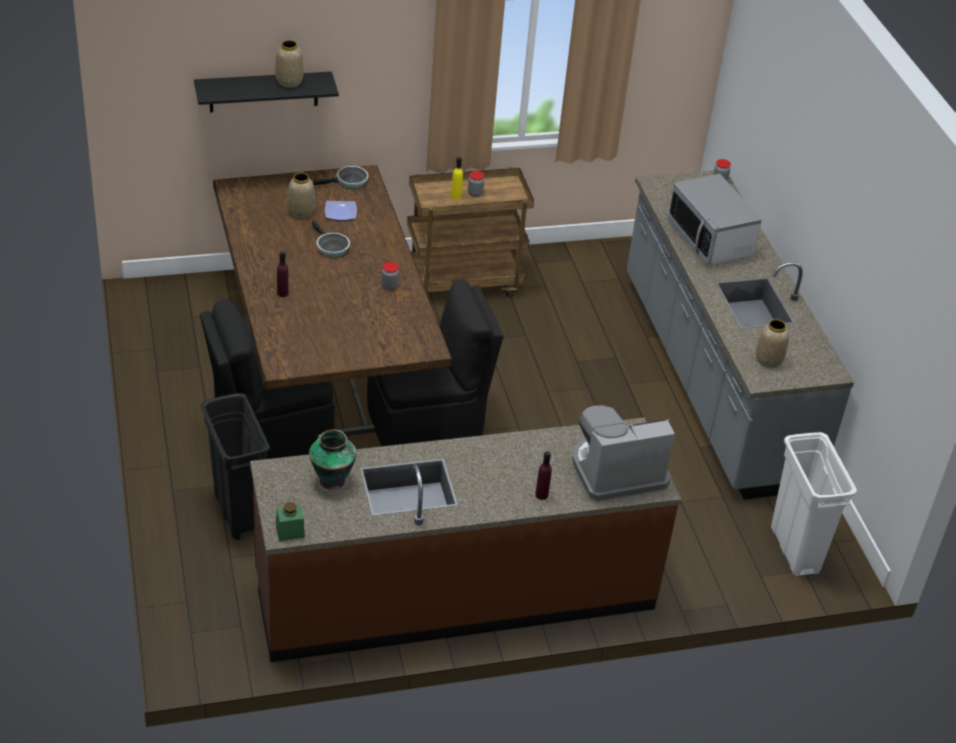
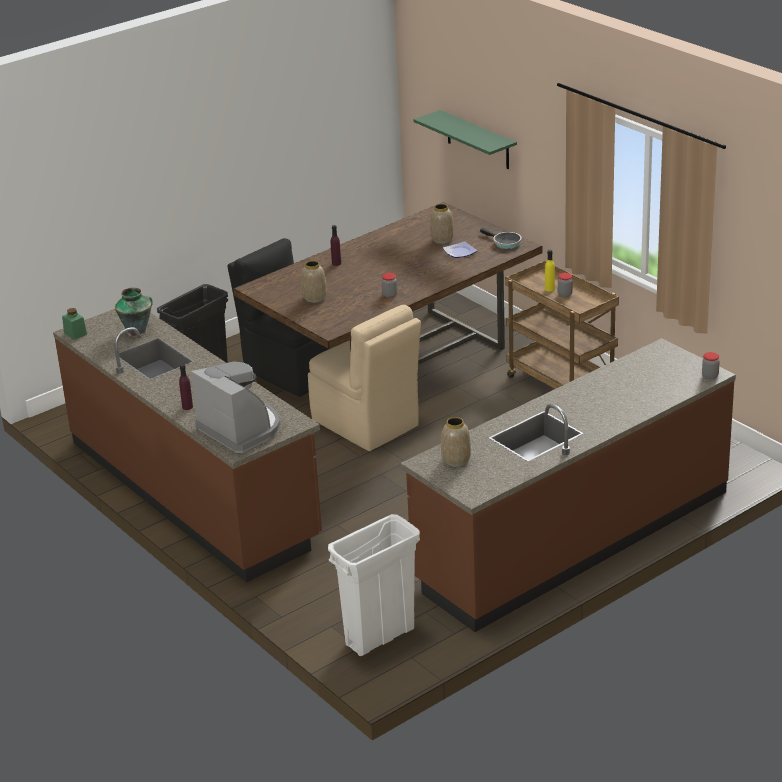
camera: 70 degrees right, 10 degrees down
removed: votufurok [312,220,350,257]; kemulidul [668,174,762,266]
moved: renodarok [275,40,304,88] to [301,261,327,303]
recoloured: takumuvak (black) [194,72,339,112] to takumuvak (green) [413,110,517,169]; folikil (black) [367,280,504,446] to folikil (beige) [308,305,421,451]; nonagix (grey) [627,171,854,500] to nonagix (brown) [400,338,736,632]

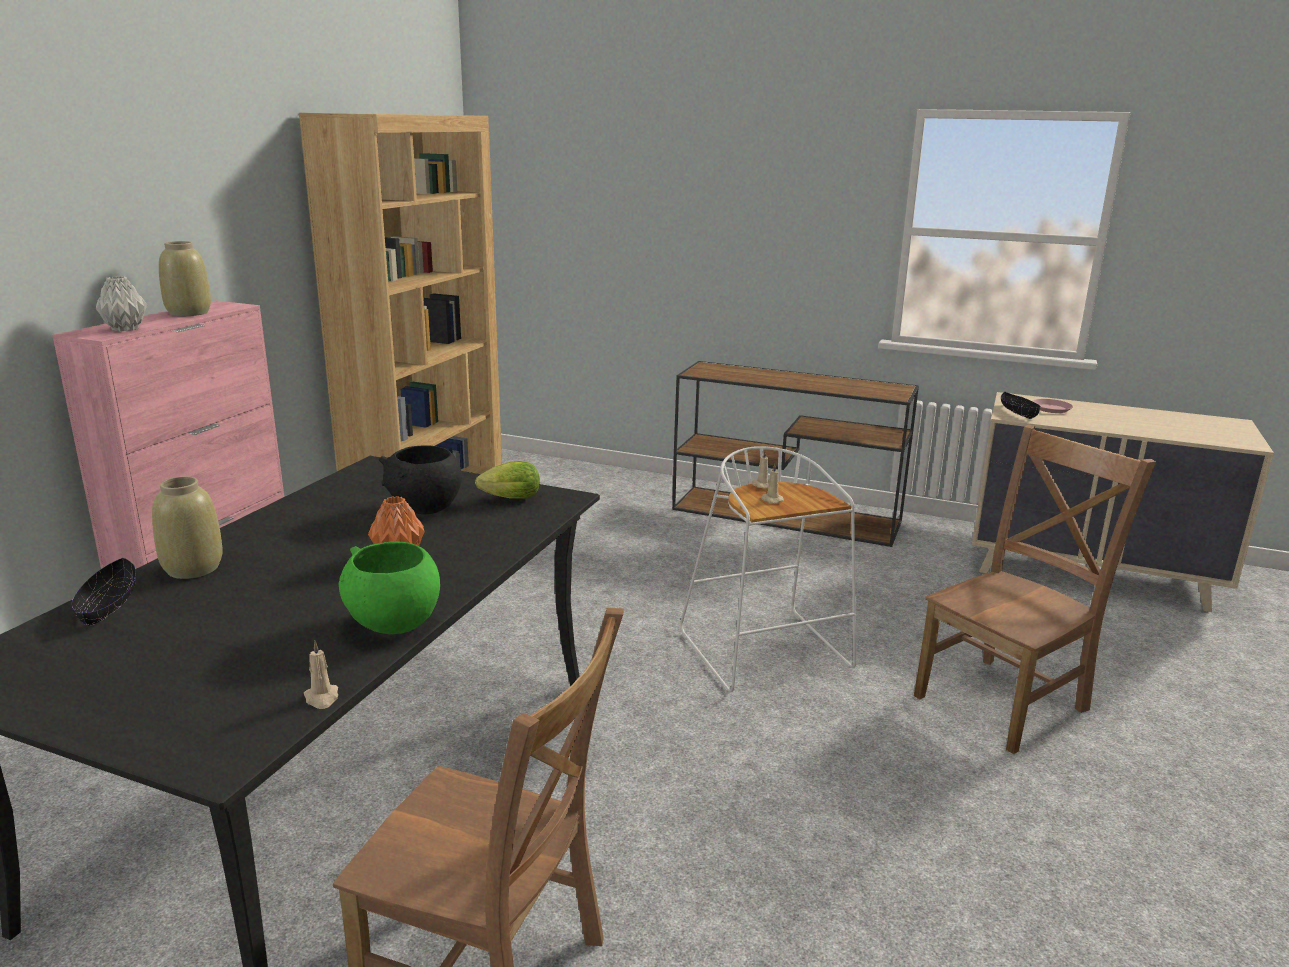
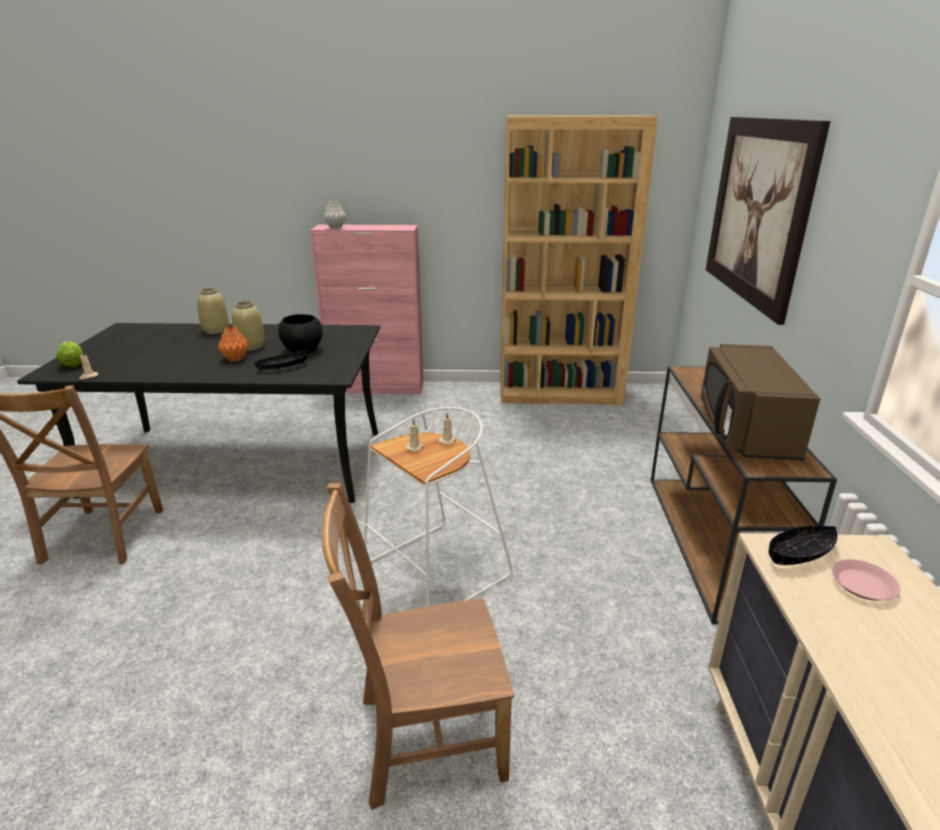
camera: 70 degrees right, 5 degrees up
removed: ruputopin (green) [339,541,440,634]
added: kemulidul (brown) [700,344,820,460]; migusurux [706,117,831,325]
moved: ruputopin (black) [72,558,136,626] to [254,350,309,370]; renodarok (beige) [159,241,211,316] to [232,301,265,351]; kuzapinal [475,461,540,499] to [56,341,82,367]
turned: folikil (brown) [914,425,1157,754] = [322,483,514,810] 135 degrees clockwise

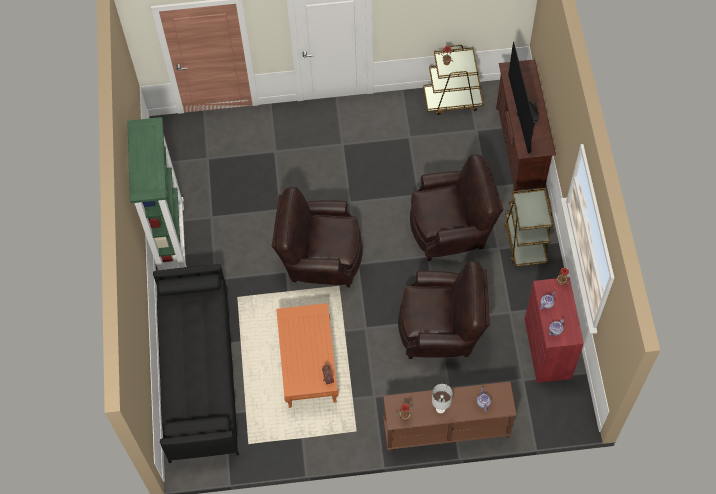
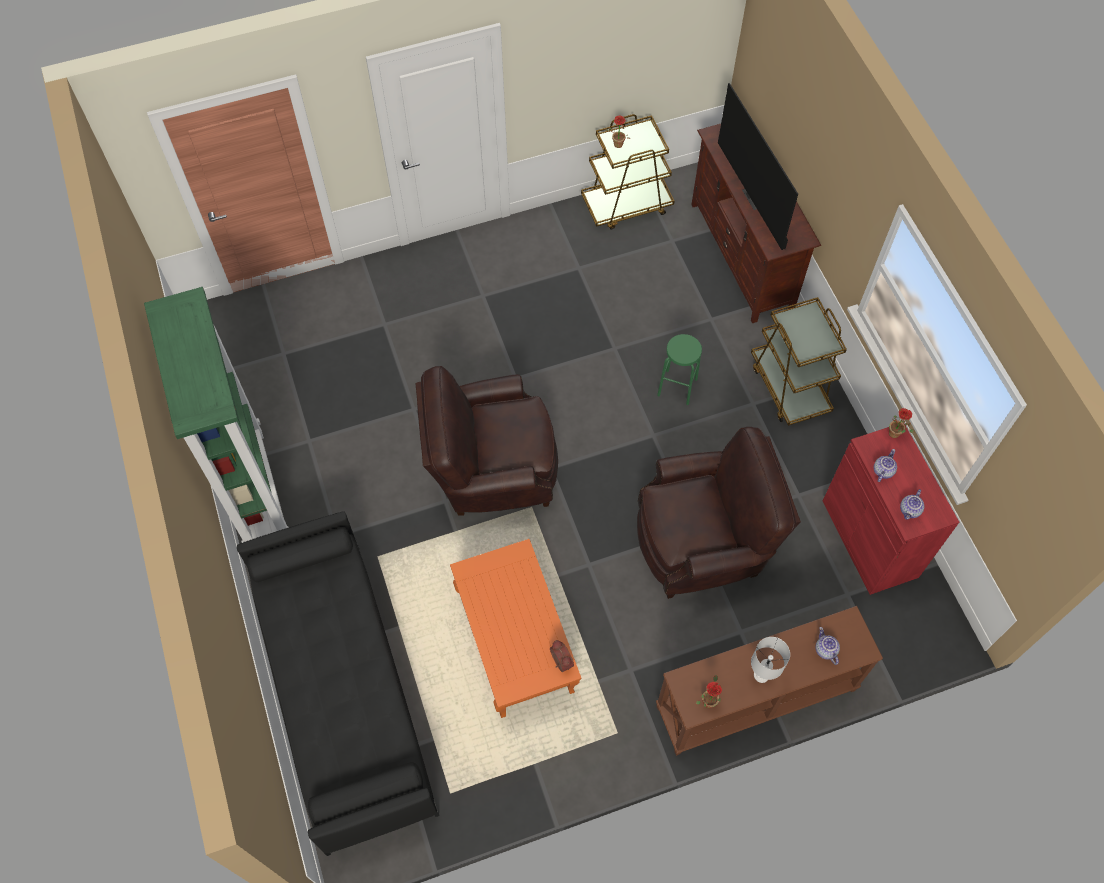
camera: 15 degrees left, 0 degrees up
replaced: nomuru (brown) [410,154,504,261] to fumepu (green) [657,334,702,405]

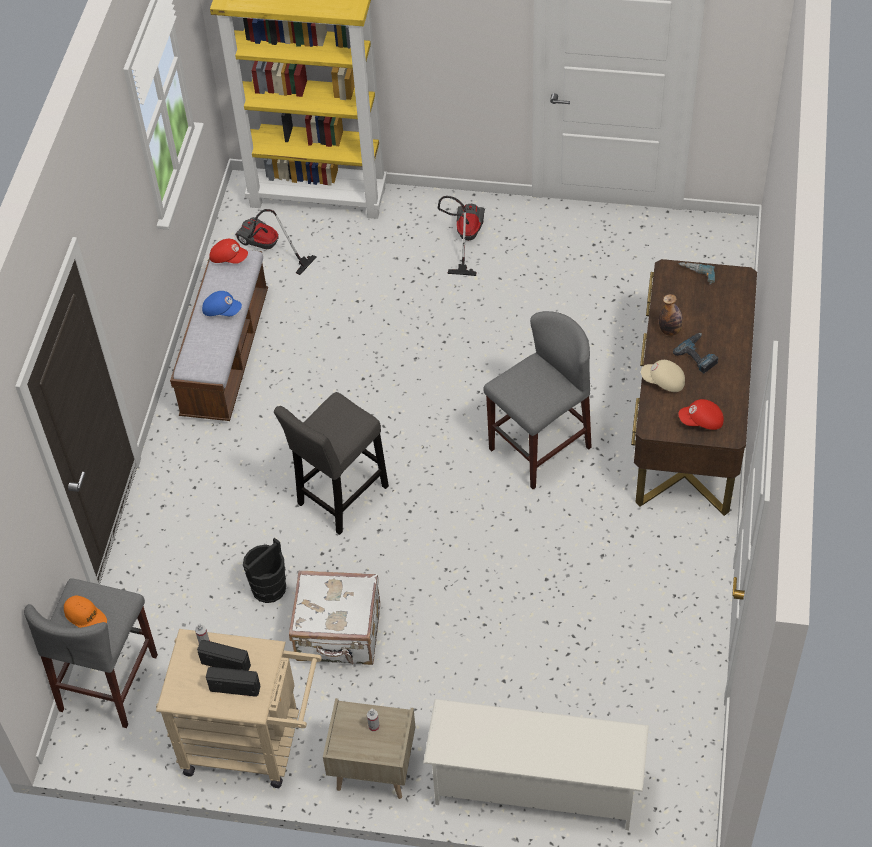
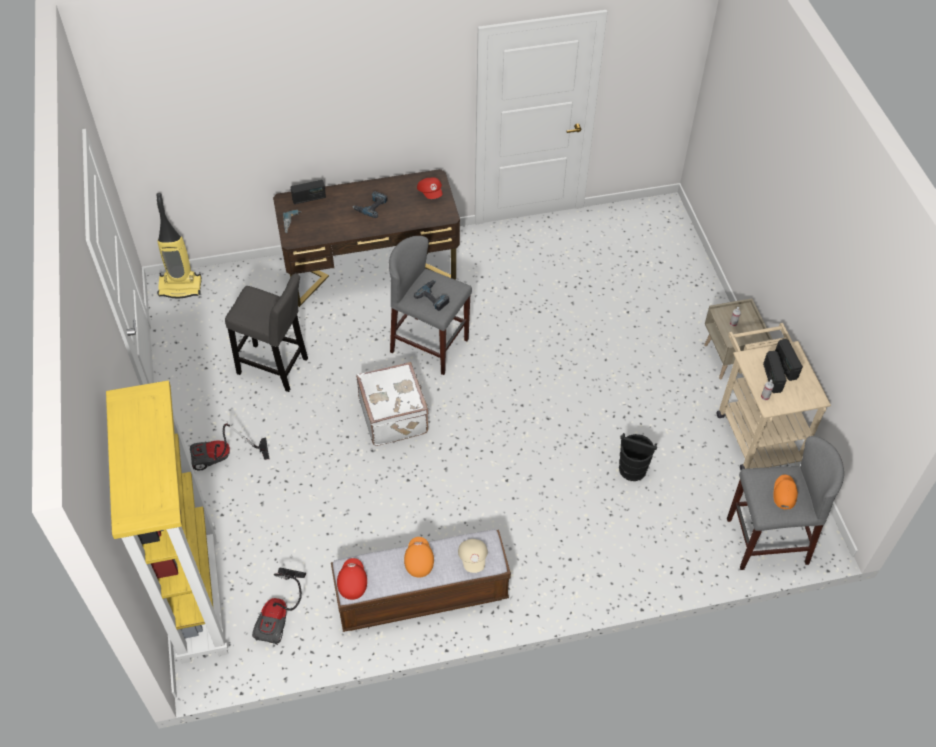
camera: 115 degrees left, 0 degrees up
removed: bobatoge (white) [423,699,649,830]; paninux [659,294,683,336]
added: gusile [156,193,202,299]; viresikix [291,180,326,204]; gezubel [414,280,450,311]
moved: fumepu (grey) [274,392,389,535] to [225,273,308,392]; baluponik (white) [289,571,380,665] to [356,362,428,446]; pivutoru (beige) [641,360,685,392] to [458,539,488,573]
recoloured: pivutoru (blue) [202,291,242,316] to pivutoru (orange) [404,537,434,578]

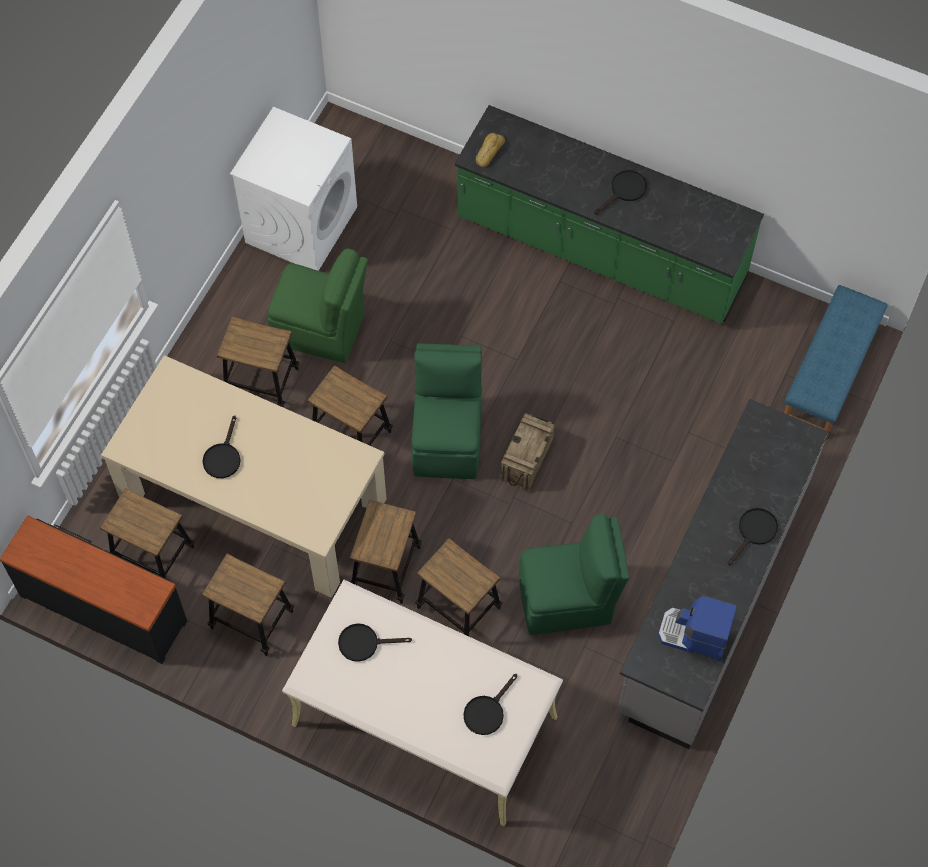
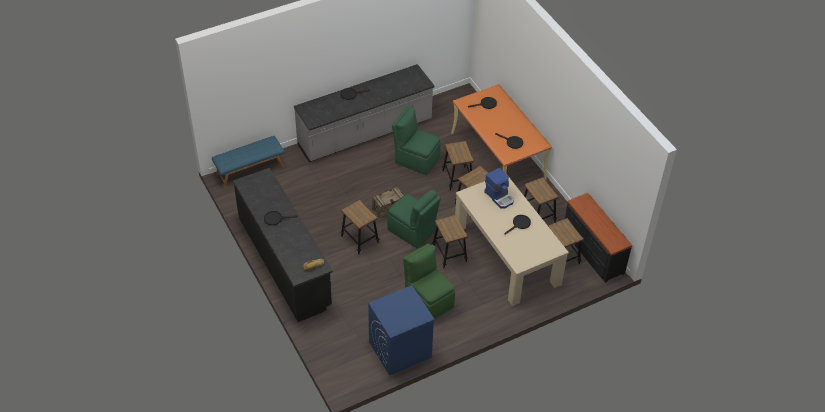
camera: 145 degrees left, 15 degrees down
moved: fumepu [217,316,299,407] to [340,200,380,255]; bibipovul [658,595,737,661] to [484,168,514,209]
recoloured: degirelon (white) [230,107,357,271] to degirelon (blue) [368,285,435,376]; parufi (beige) [282,580,563,826] to parufi (orange) [451,84,552,180]; nonagix (green) [455,105,764,324] to nonagix (black) [233,168,333,322]
turned: folikil (green) [412,343,482,479] = [387,190,441,249] 90 degrees counterclockwise

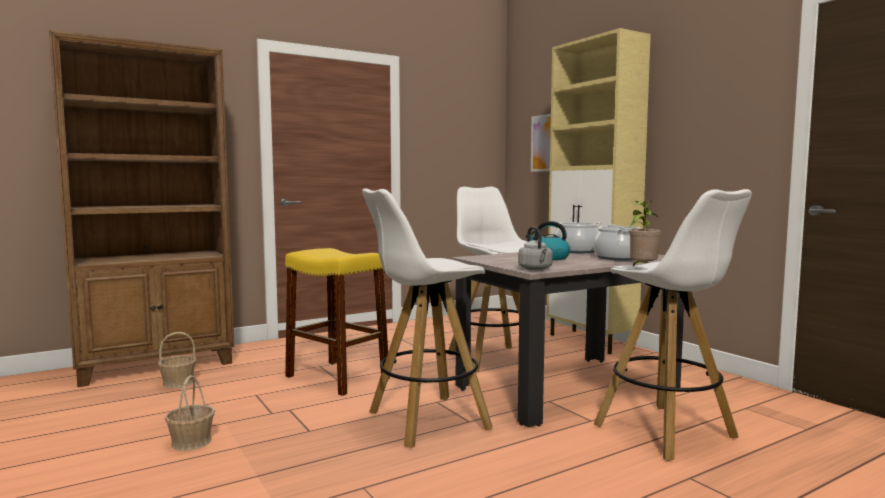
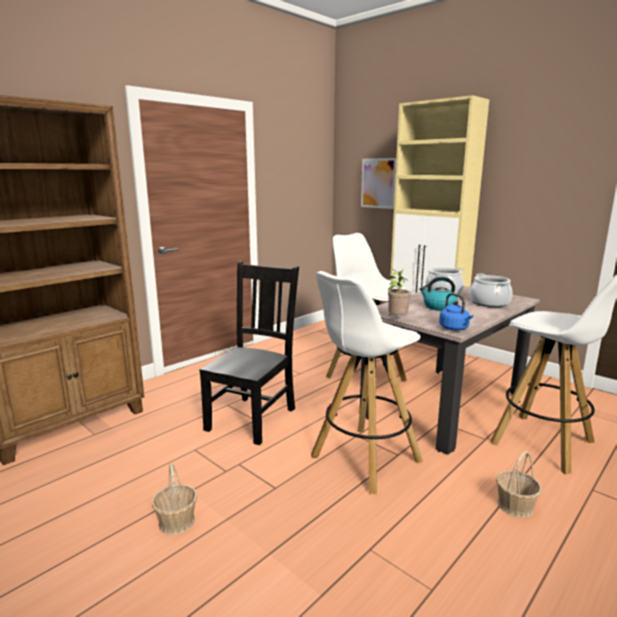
camera: 15 degrees left, 10 degrees up
moved: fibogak [158,332,197,388] to [496,451,542,518]; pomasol [628,200,661,266] to [388,268,411,316]
replaced: fumepu (yellow) [285,248,390,396] to folikil (black) [199,261,299,445]
recoloured: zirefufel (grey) [518,227,553,270] to zirefufel (blue) [439,293,473,330]

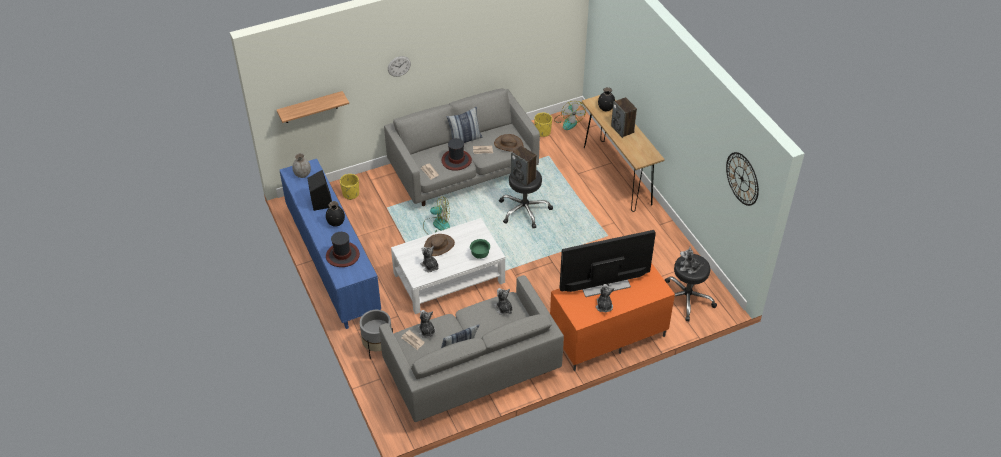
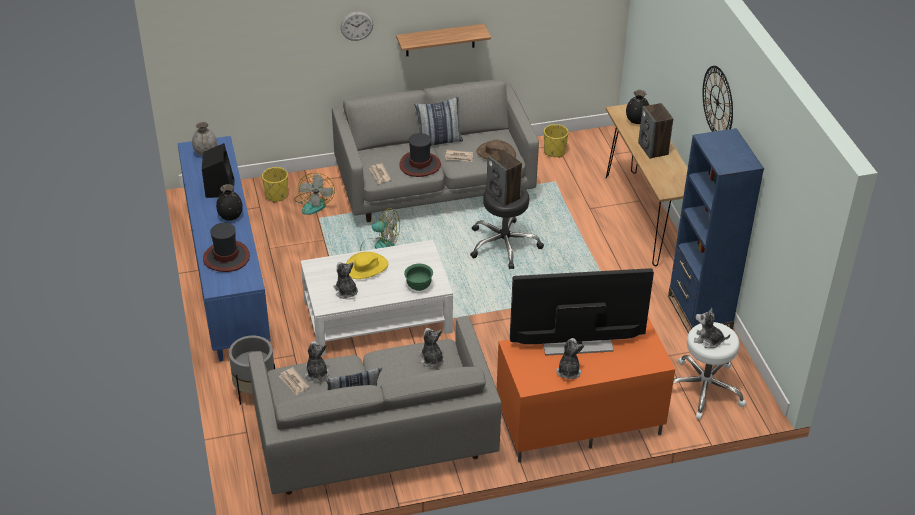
camera: 10 degrees right, 5 degrees down
added: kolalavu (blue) [668,128,764,334]
moved: takumuvak [277,91,349,123] to [396,24,491,56]; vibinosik [554,101,586,130] to [294,173,335,215]; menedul [726,152,759,206] to [702,66,733,132]
recoloured: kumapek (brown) [424,234,455,256] to kumapek (yellow) [346,252,388,279]; fumepu (black) [665,254,717,321] to fumepu (white) [673,322,747,420]

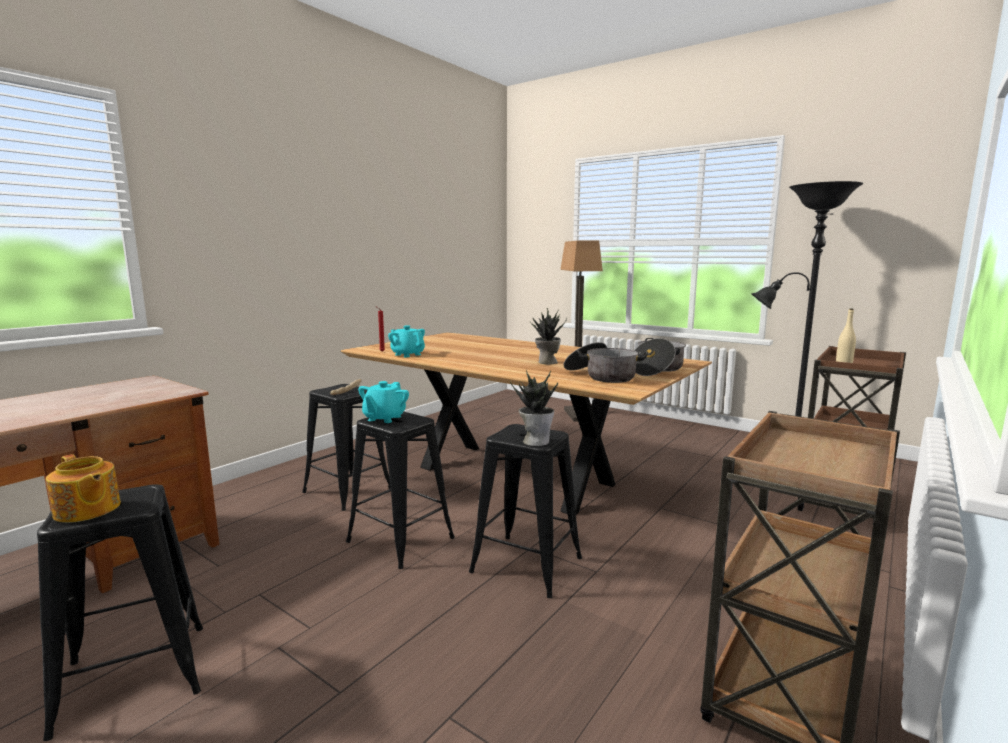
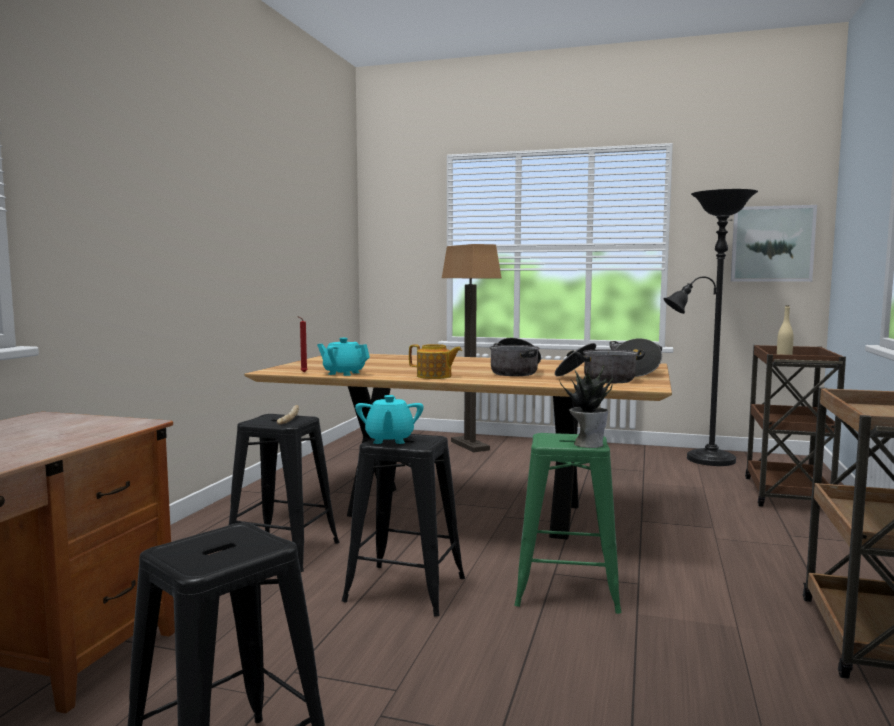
camera: 20 degrees left, 5 degrees down
added: migusurux [731,205,817,282]
moved: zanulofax [46,454,121,523] to [409,344,462,379]
replaced: pomasol [530,308,567,364] to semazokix [490,338,541,376]
recoloured: fumepu (black) [469,424,582,598] to fumepu (green) [514,433,622,614]

